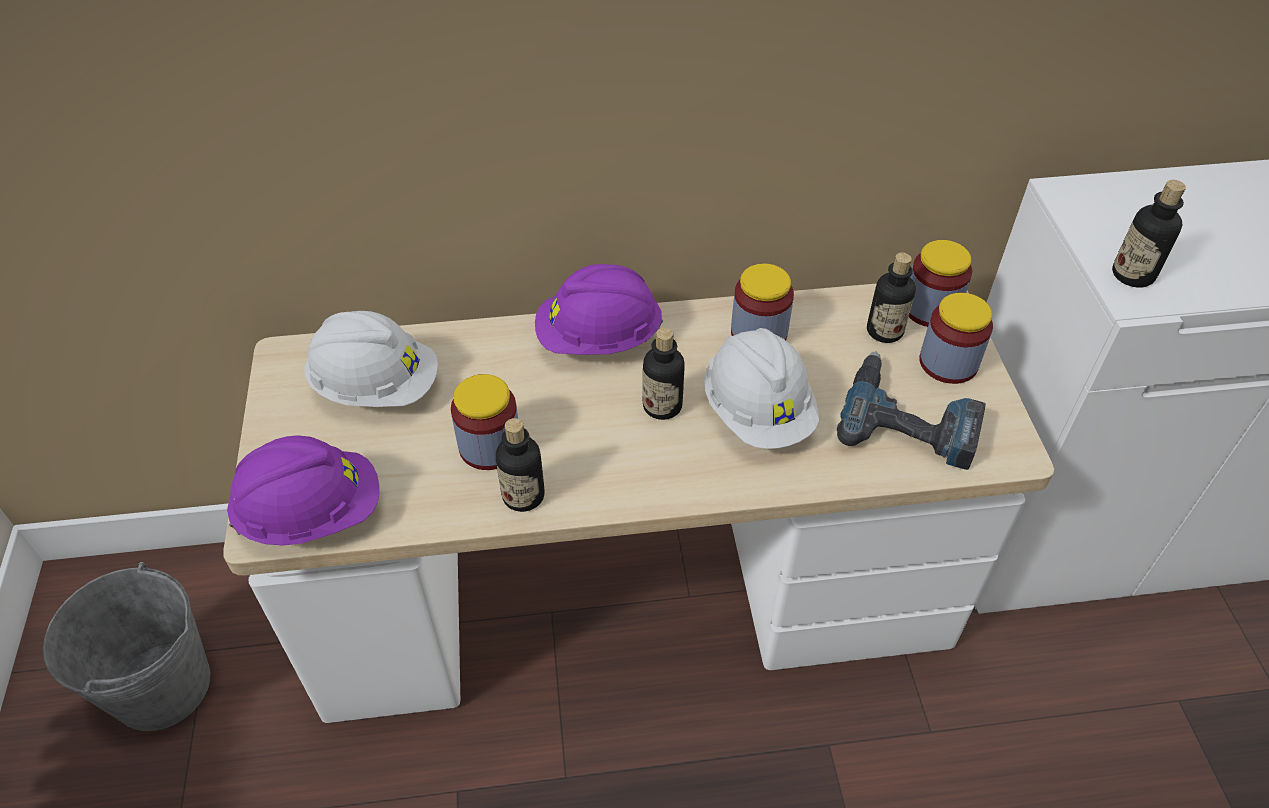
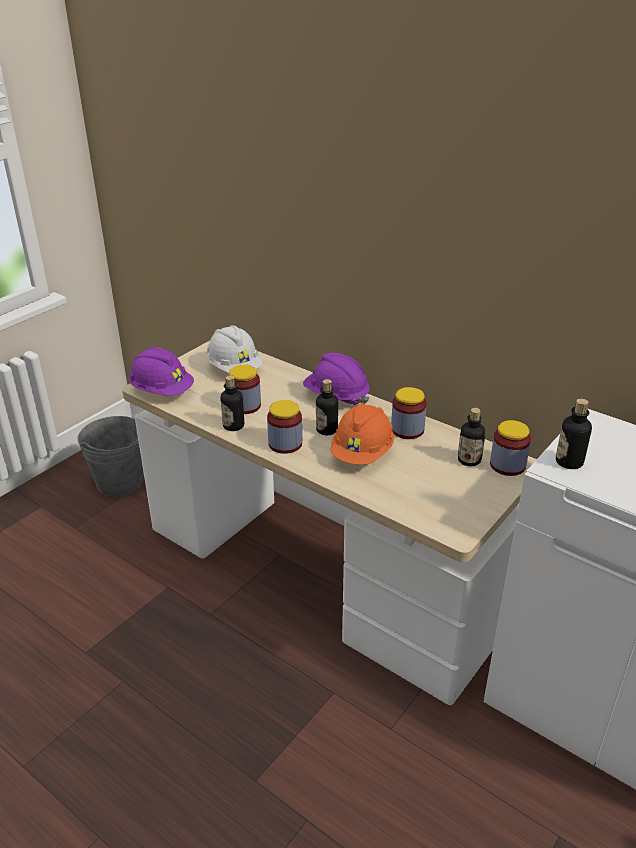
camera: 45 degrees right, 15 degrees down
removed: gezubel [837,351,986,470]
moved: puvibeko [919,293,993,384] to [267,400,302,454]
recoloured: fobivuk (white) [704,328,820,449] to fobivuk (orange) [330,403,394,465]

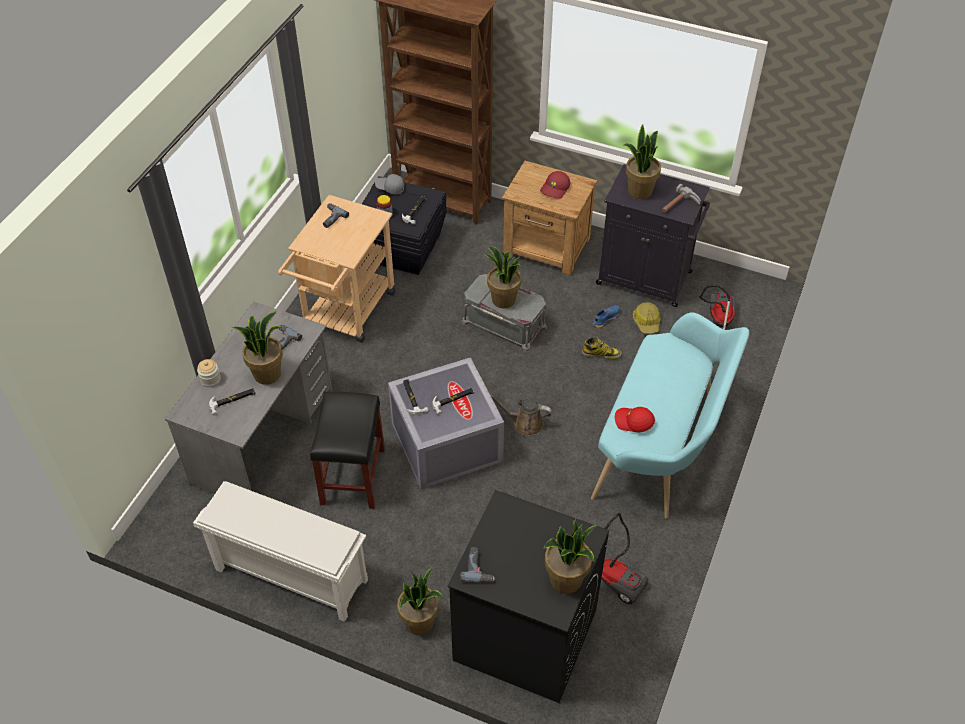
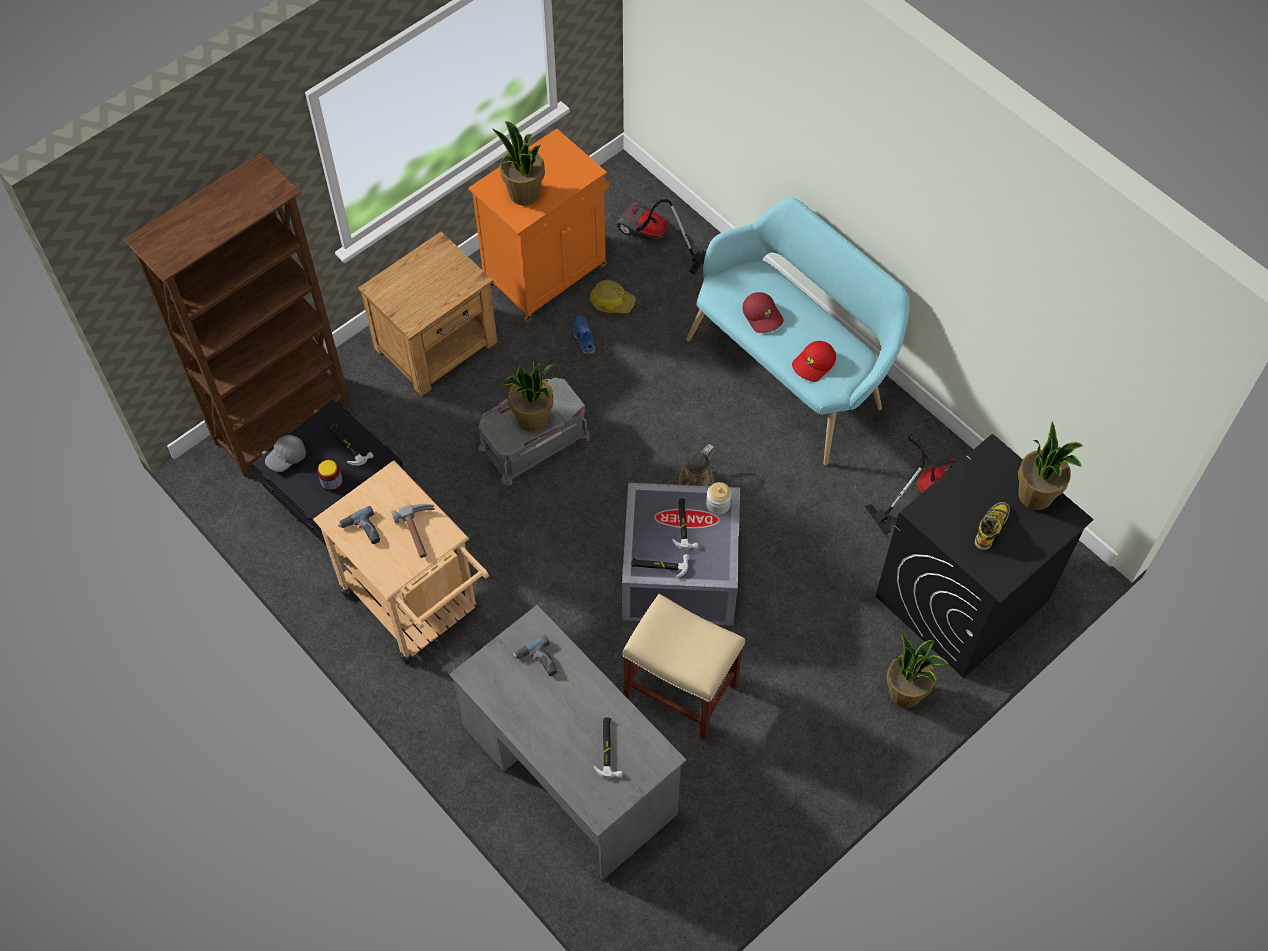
camera: 65 degrees left, 10 degrees up
removed: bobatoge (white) [193,481,368,622]; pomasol [232,311,283,385]; gezubel [460,547,495,583]
moved: puvibeko [197,359,221,387] to [706,482,732,515]; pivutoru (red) [540,171,570,199] to [742,292,784,333]; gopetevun [582,336,622,359] to [975,502,1010,550]; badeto [662,184,701,213] to [391,504,435,558]
recoloured: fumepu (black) [310,392,385,509] to fumepu (beige) [623,594,745,740]; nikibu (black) [596,164,710,307] to nikibu (orange) [468,128,610,322]

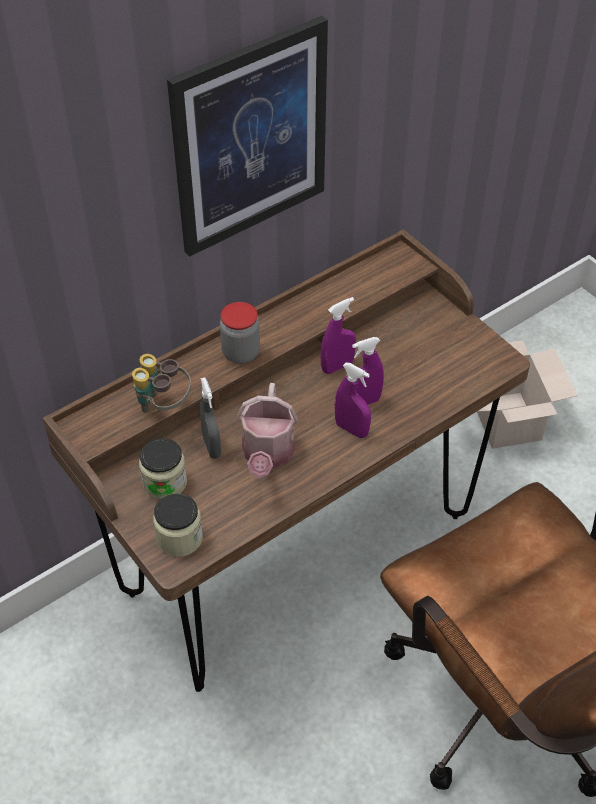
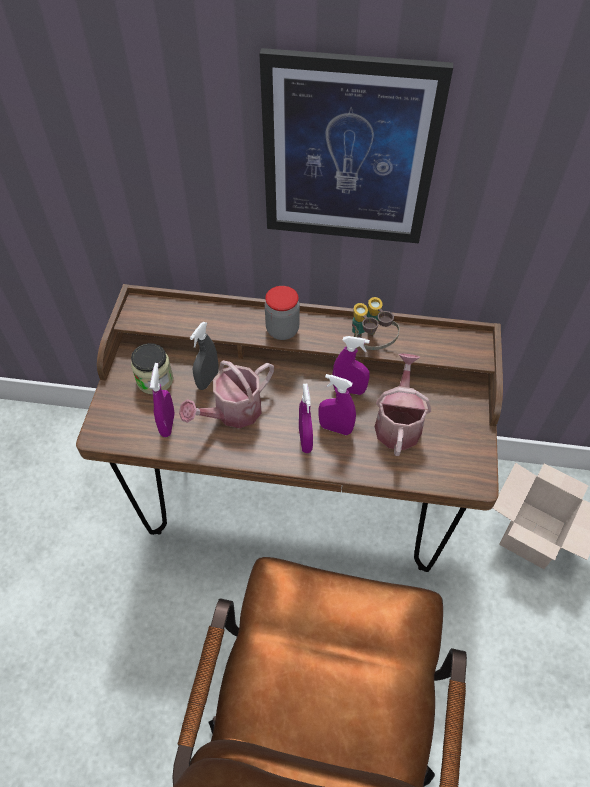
camera: 45 degrees right, 5 degrees up
removed: puvibeko [153,493,203,557]
added: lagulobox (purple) [150,363,175,437]; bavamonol [375,353,431,456]
moved: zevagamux [132,354,191,413] to [352,297,400,350]

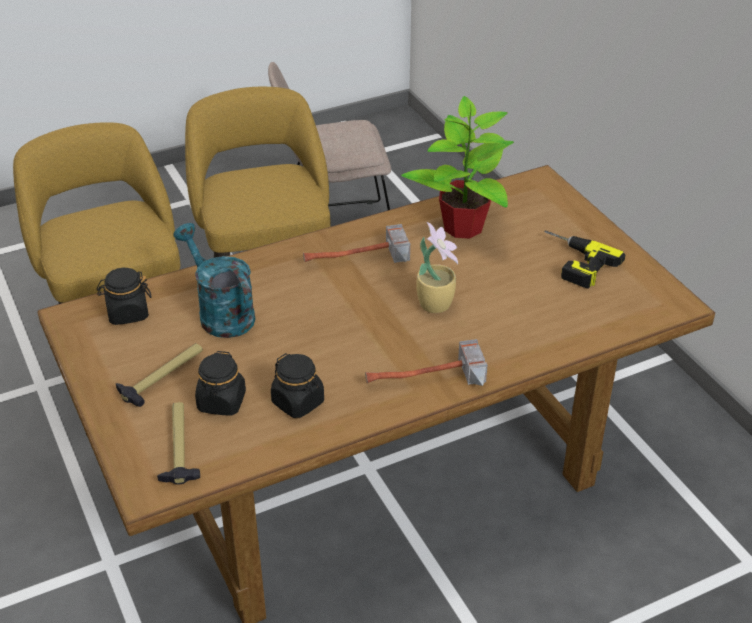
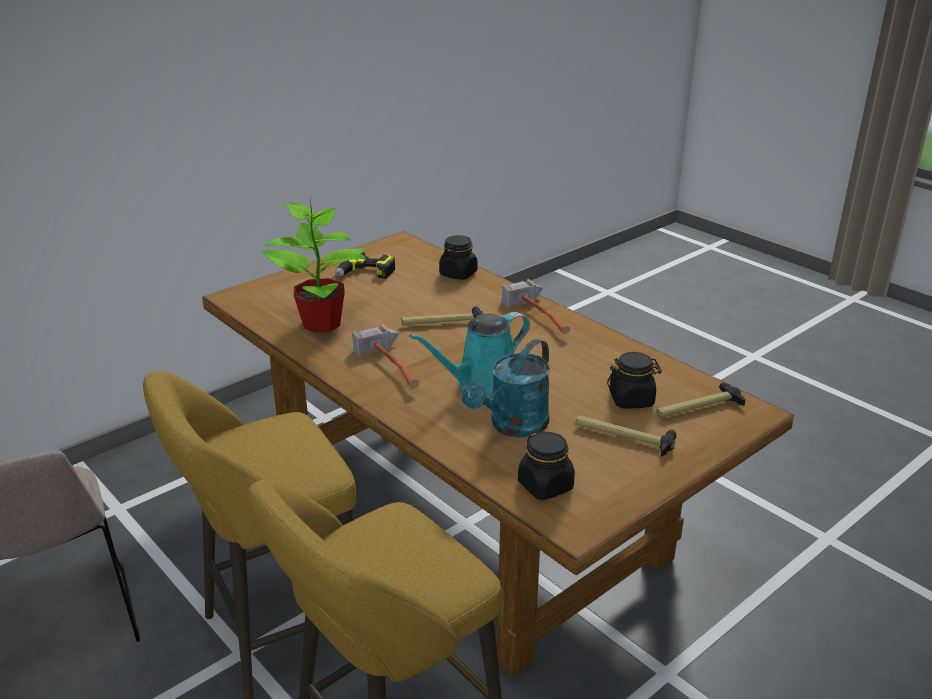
camera: 105 degrees left, 10 degrees down
added: bavamonol (turquoise) [409,312,530,396]
moved: puvibeko (black) [271,353,324,418] to [439,235,477,280]
replaced: pomasol [416,222,458,313] to badeto [402,306,483,325]

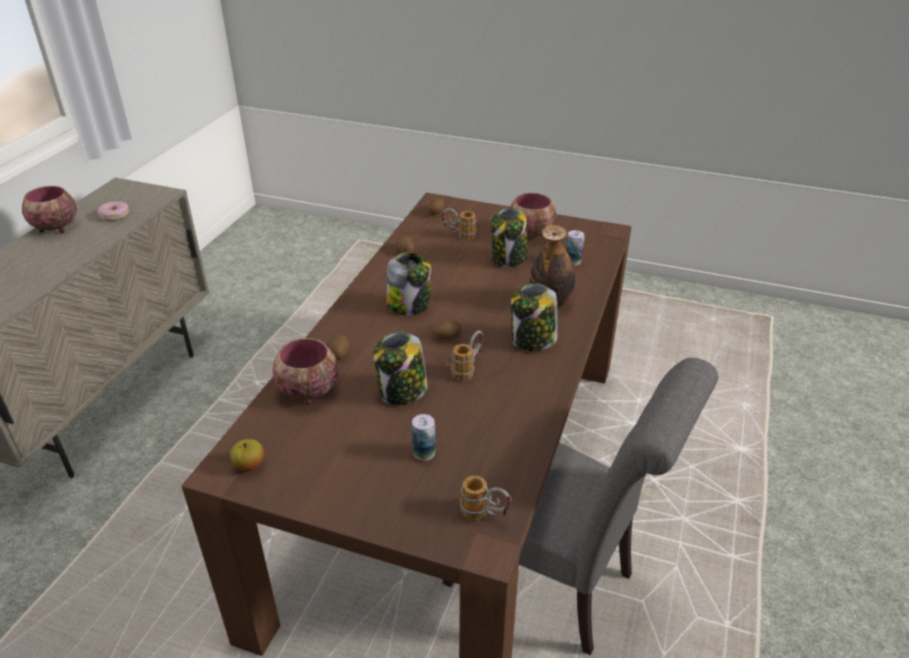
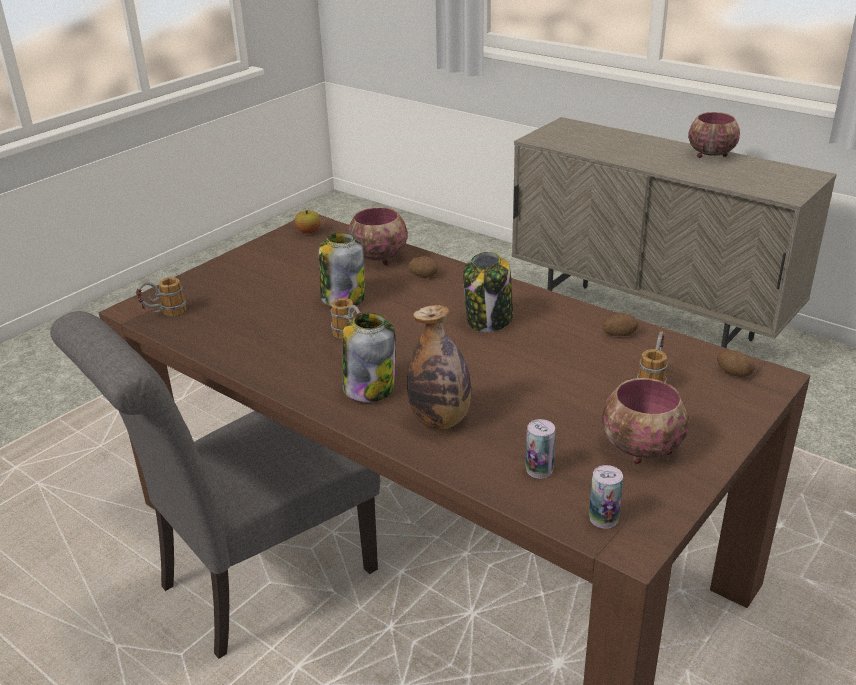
camera: 110 degrees right, 5 degrees down
removed: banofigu [97,201,129,221]; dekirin [433,320,462,339]; puvibeko [491,207,528,268]
moved: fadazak [412,414,436,461] to [589,465,623,529]

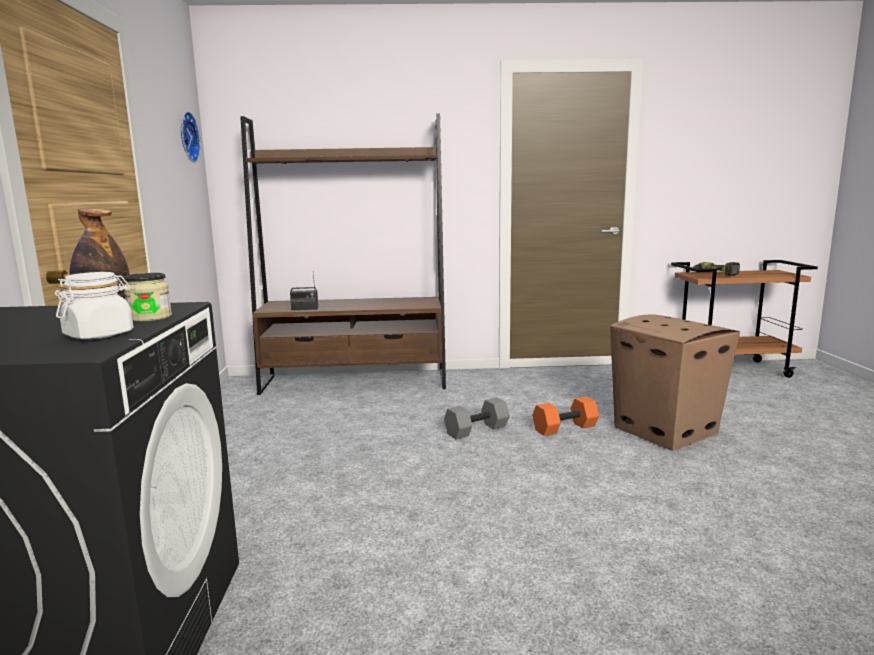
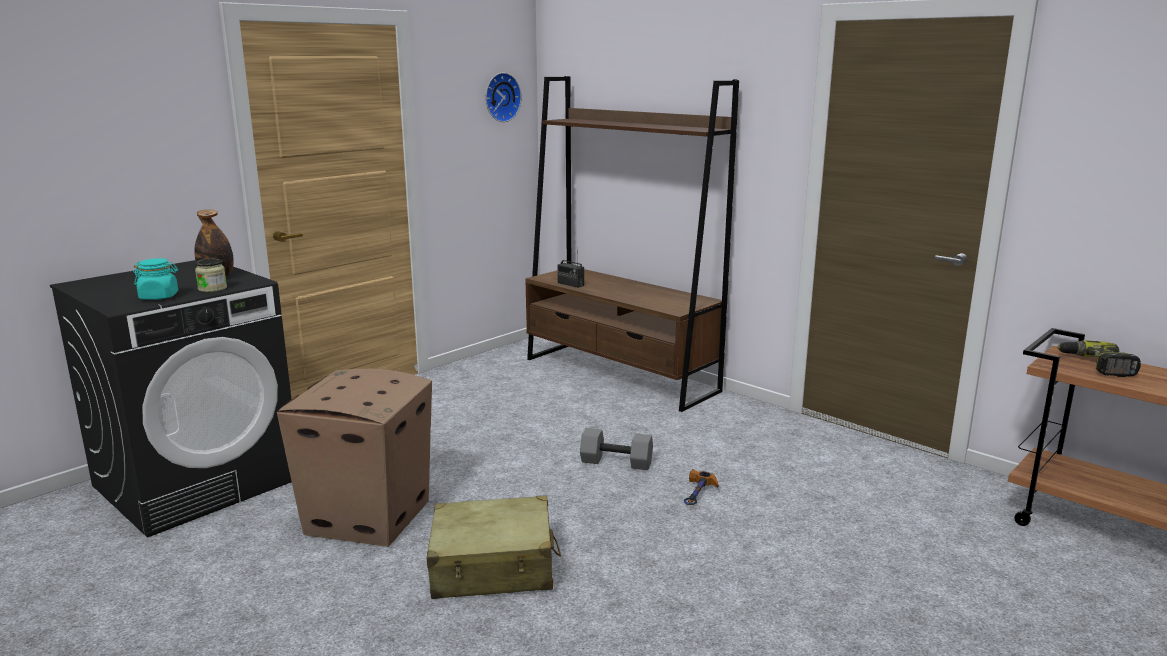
camera: 45 degrees right, 5 degrees up
added: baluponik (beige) [427,496,561,599]
moved: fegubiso [610,314,740,451] to [277,368,432,547]
replaced: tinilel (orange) [532,396,599,436] to badeto [684,469,718,505]
recoloured: puvibeko (white) [55,272,134,339] to puvibeko (turquoise) [133,258,178,300]

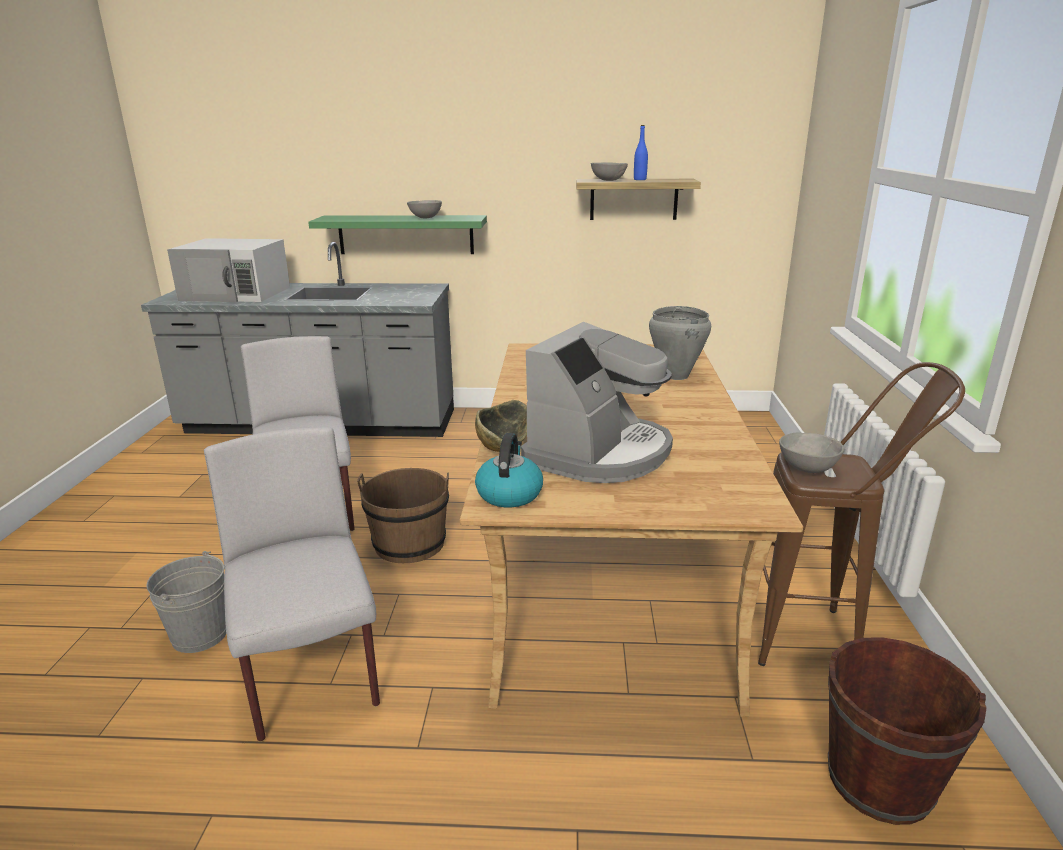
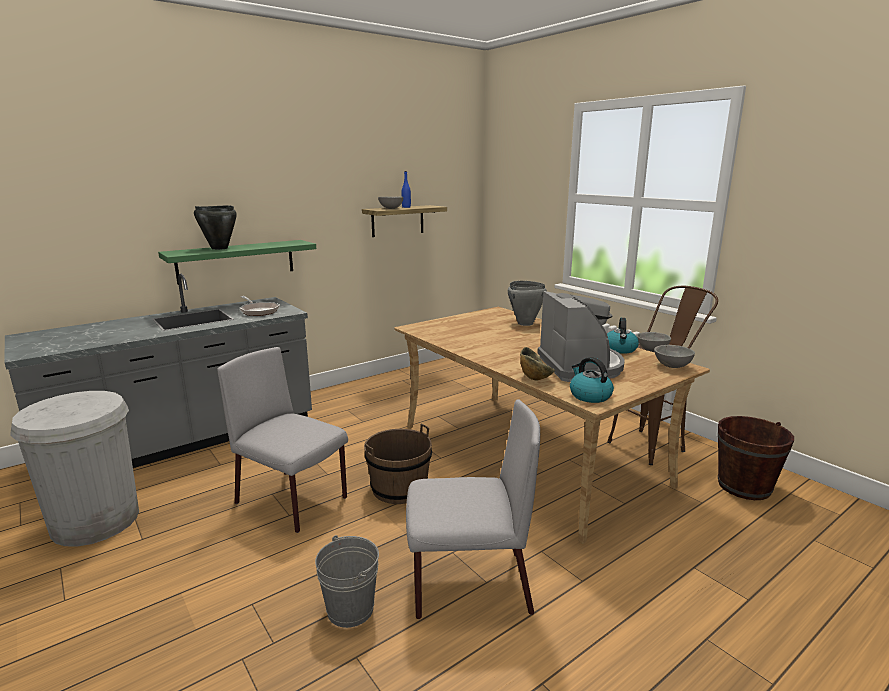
camera: 40 degrees left, 5 degrees down
removed: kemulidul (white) [167,238,290,302]
added: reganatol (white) [10,391,139,546]; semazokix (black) [194,205,237,250]; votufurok [240,296,280,316]; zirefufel [607,318,639,354]
moved: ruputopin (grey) [407,200,442,218] to [654,345,695,368]
turned: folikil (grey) [204,427,380,741] = [406,399,540,619] 150 degrees clockwise

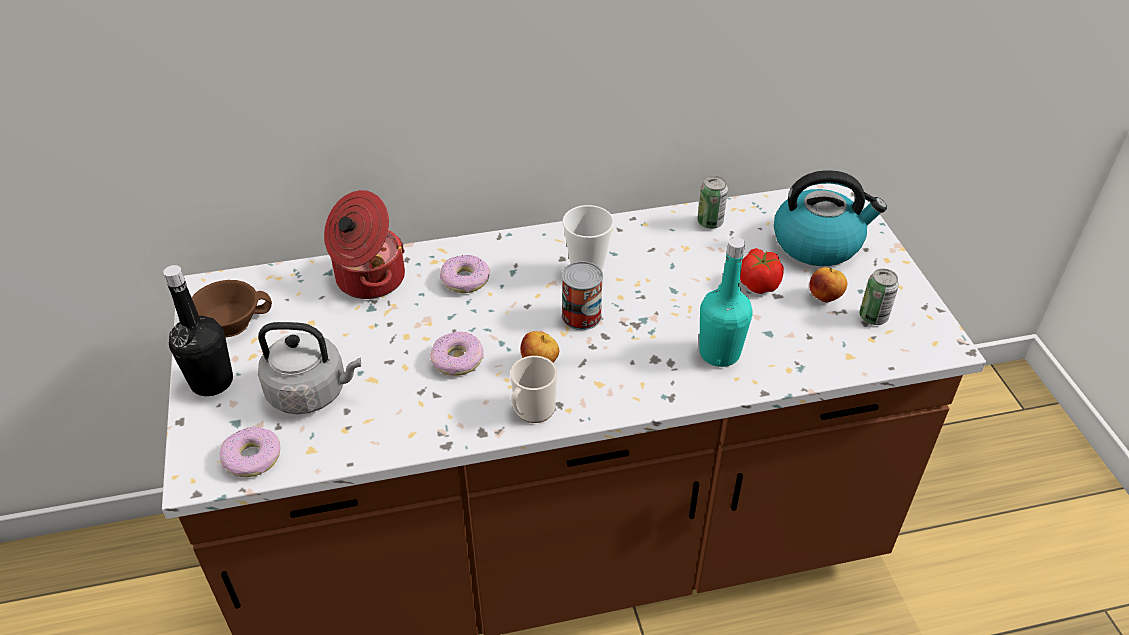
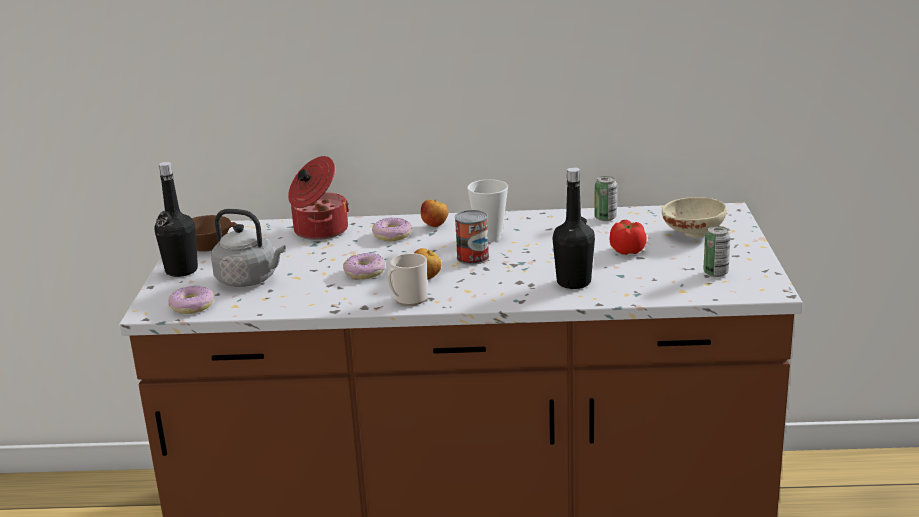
camera: 15 degrees right, 20 degrees down
moved: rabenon [809,267,847,303] to [421,200,449,227]
replaced: zirefufel [774,170,887,266] to ruputopin (beige) [662,197,727,238]
recoloured: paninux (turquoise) [699,237,753,367] to paninux (black) [553,167,595,289]

